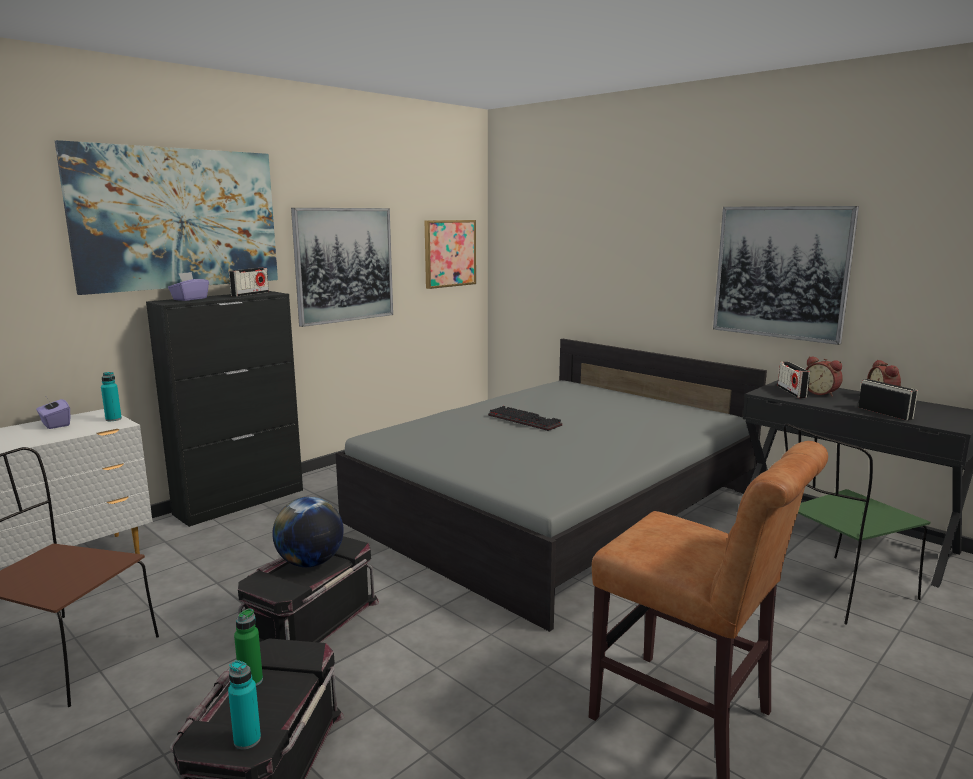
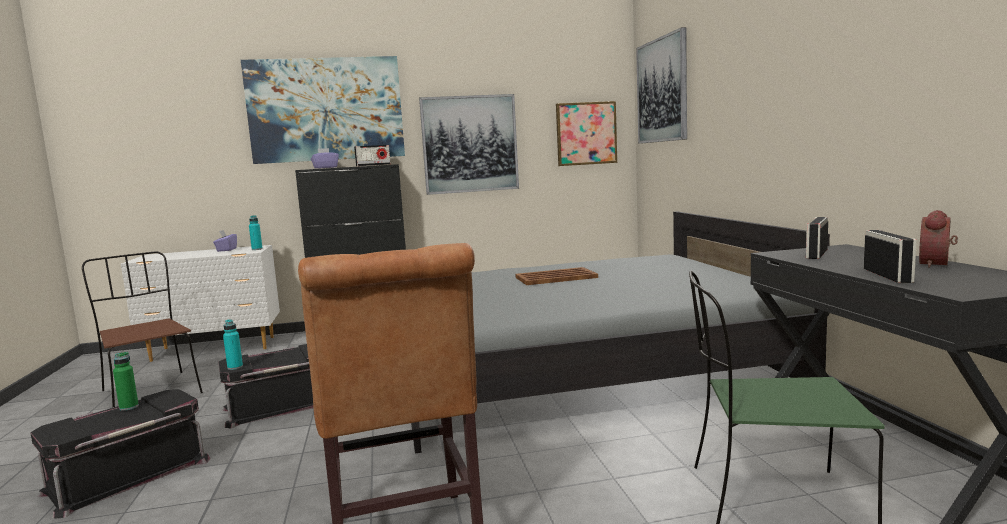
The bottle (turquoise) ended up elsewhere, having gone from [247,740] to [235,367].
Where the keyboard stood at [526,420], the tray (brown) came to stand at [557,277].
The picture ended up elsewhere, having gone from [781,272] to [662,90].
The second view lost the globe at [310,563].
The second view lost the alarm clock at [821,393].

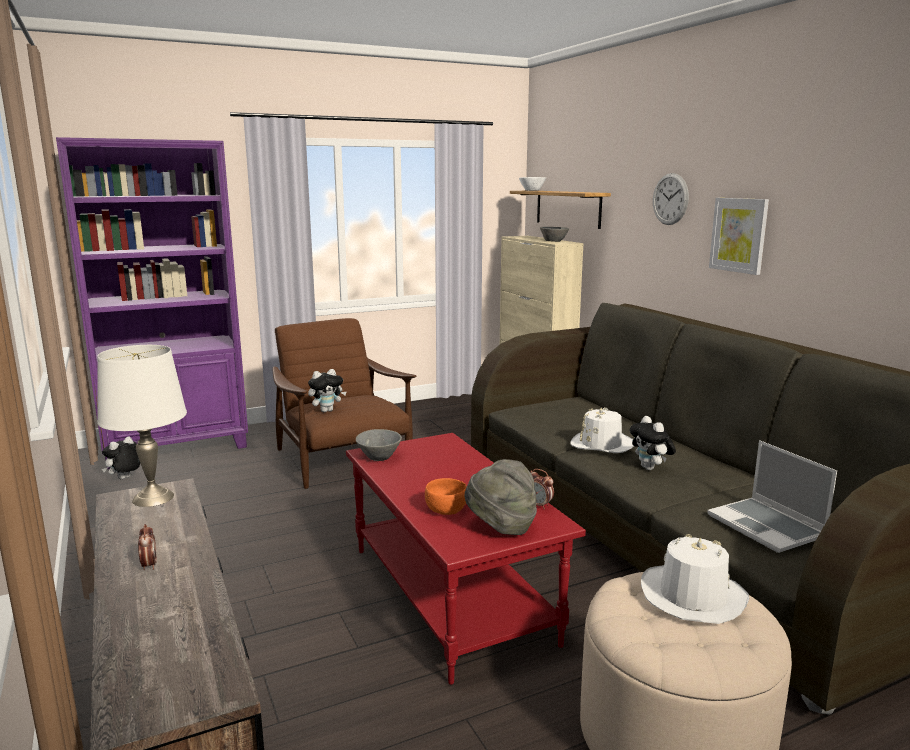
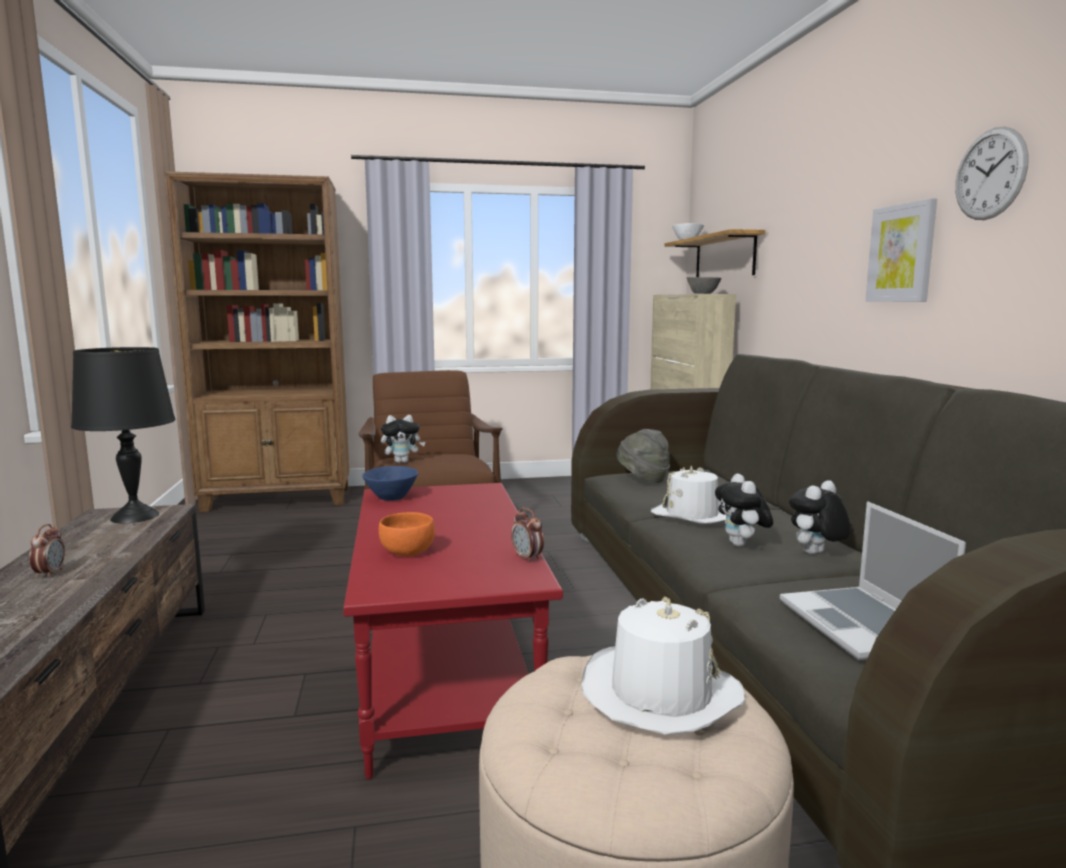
What was the table lamp (white) at [153,498] turned into the table lamp (black) at [135,517].
What was the bookcase (purple) at [178,447] turned into the bookcase (brown) at [279,499].
What was the bowl (grey) at [378,457] turned into the bowl (blue) at [389,498].
The hat (grey) ended up elsewhere, having gone from [501,527] to [643,479].
The plush toy ended up elsewhere, having gone from [125,479] to [816,554].
The wall clock ended up elsewhere, having gone from [670,199] to [990,174].

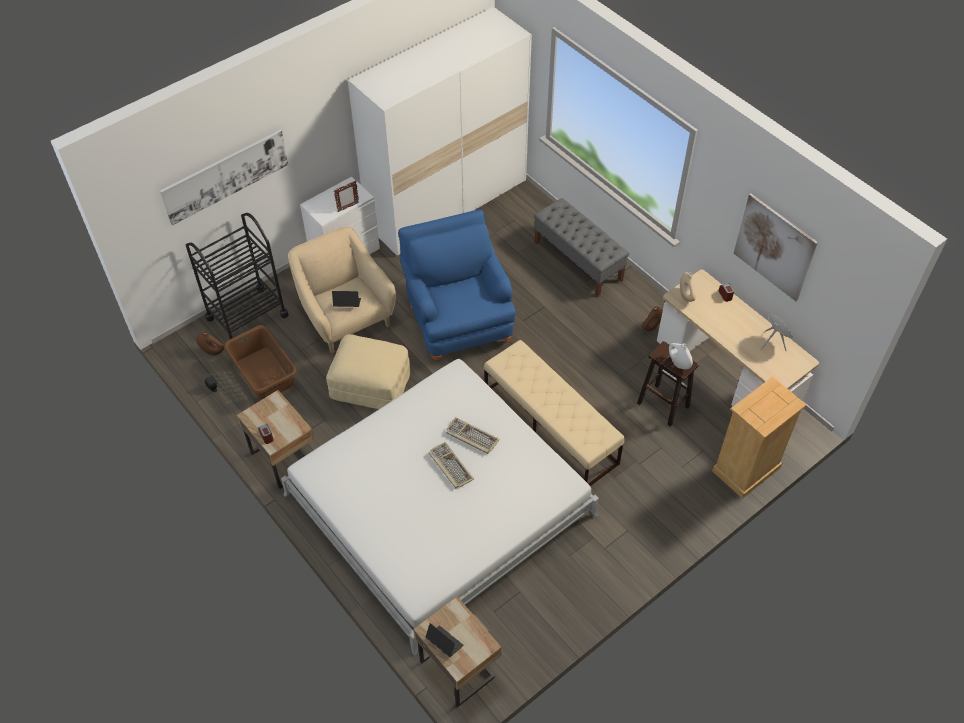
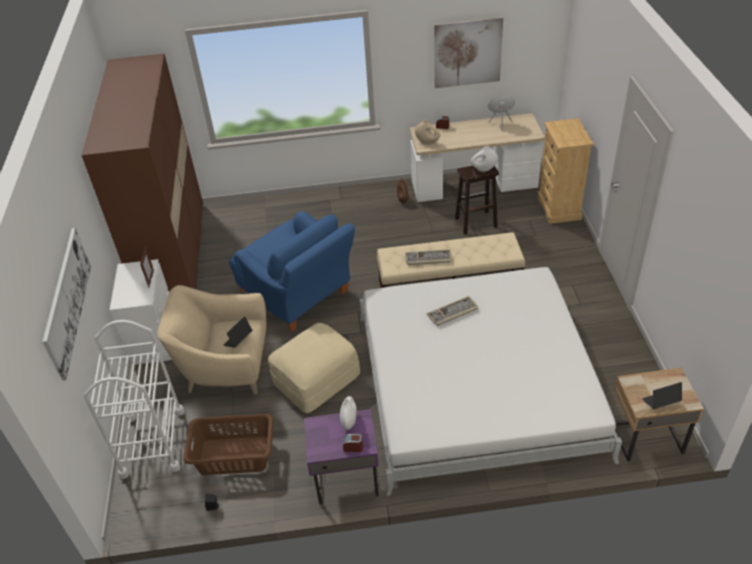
What was the wardrobe (white) at [447,203] turned into the wardrobe (brown) at [174,254].
What was the cart (black) at [247,316] turned into the cart (white) at [153,442].
The armchair (blue) at [458,319] ended up facing another way, 150 degrees counterclockwise from before.
What was the nightstand (beige) at [284,458] turned into the nightstand (purple) at [346,478].
The second view gained the vase (white) at [349,421].
The keyboard ended up elsewhere, having gone from [450,466] to [428,259].
The second view lost the vase (brown) at [212,351].
The second view lost the bench (grey) at [578,261].

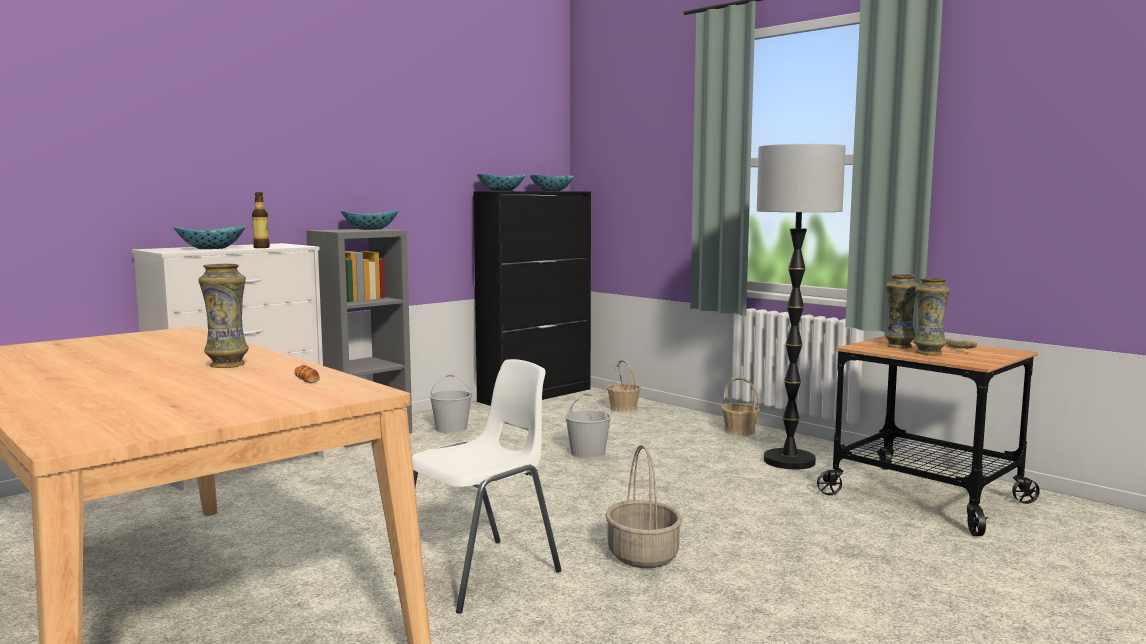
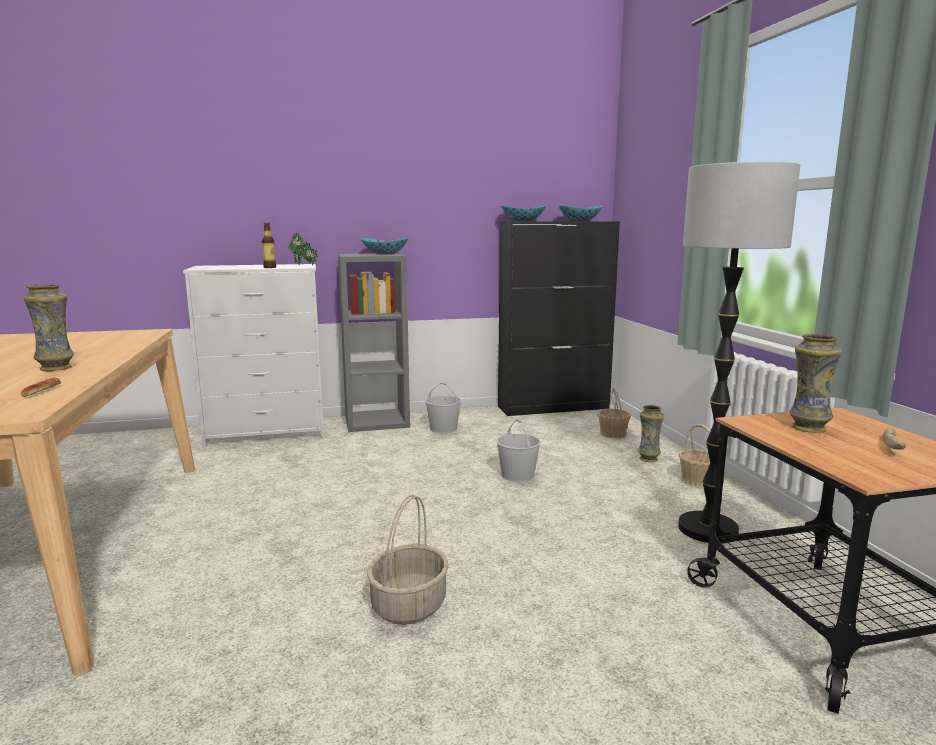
The second view gained the potted plant at [303,266].
The vase ended up elsewhere, having gone from [928,353] to [648,459].
The second view lost the bowl at [211,248].
The second view lost the chair (white) at [481,573].

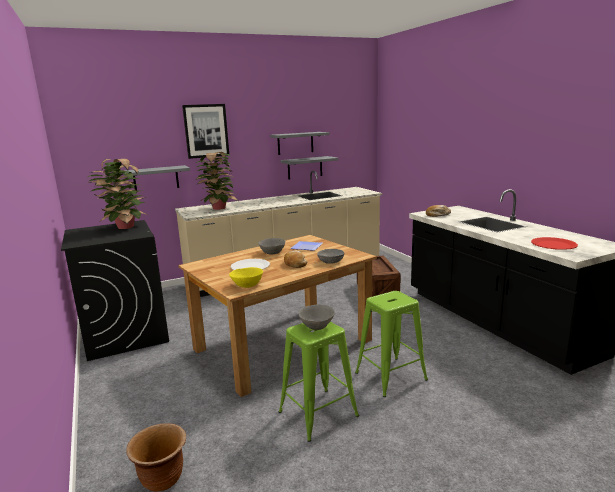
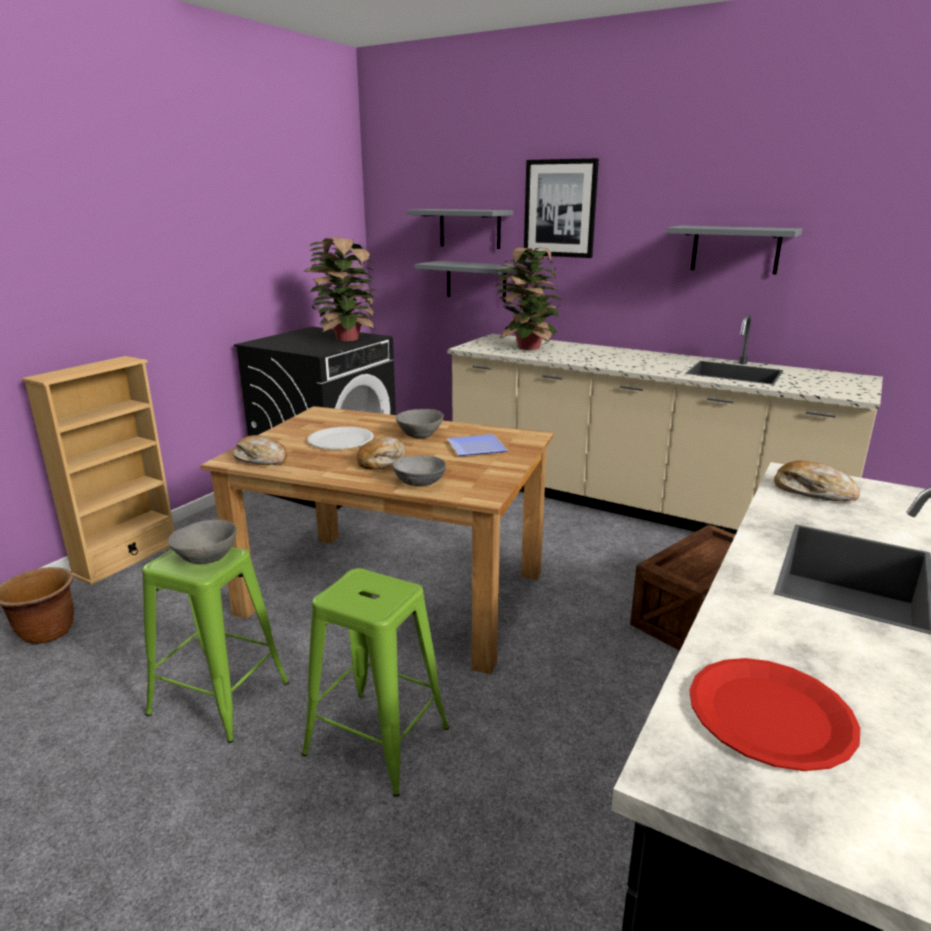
The second view gained the bookcase (beige) at [126,558].
Where the bowl (yellow) stood at [247,285], the bread came to stand at [261,459].
The shelf (grey) ended up elsewhere, having gone from [305,167] to [470,228].

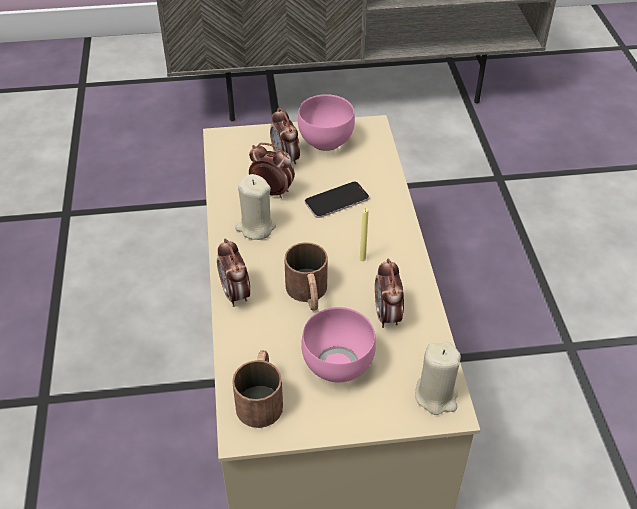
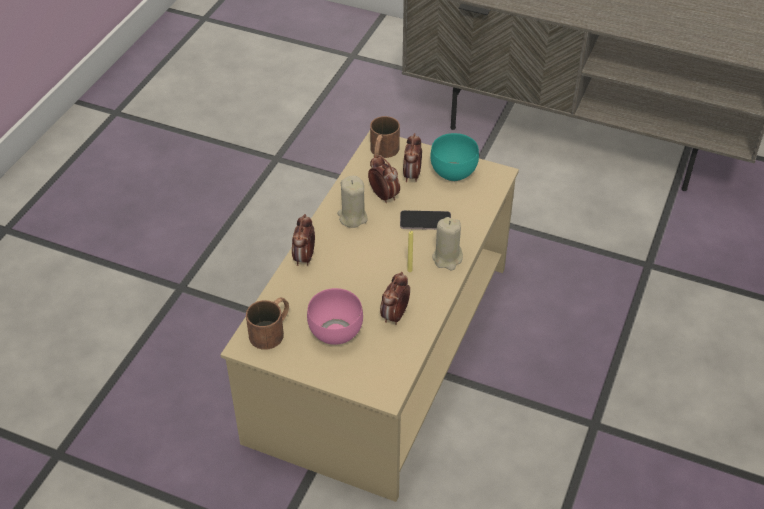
The mug (brown) ended up elsewhere, having gone from [308,294] to [382,153].
What was the bowl (pink) at [325,140] turned into the bowl (turquoise) at [454,171].
The candle (beige) ended up elsewhere, having gone from [436,396] to [447,258].

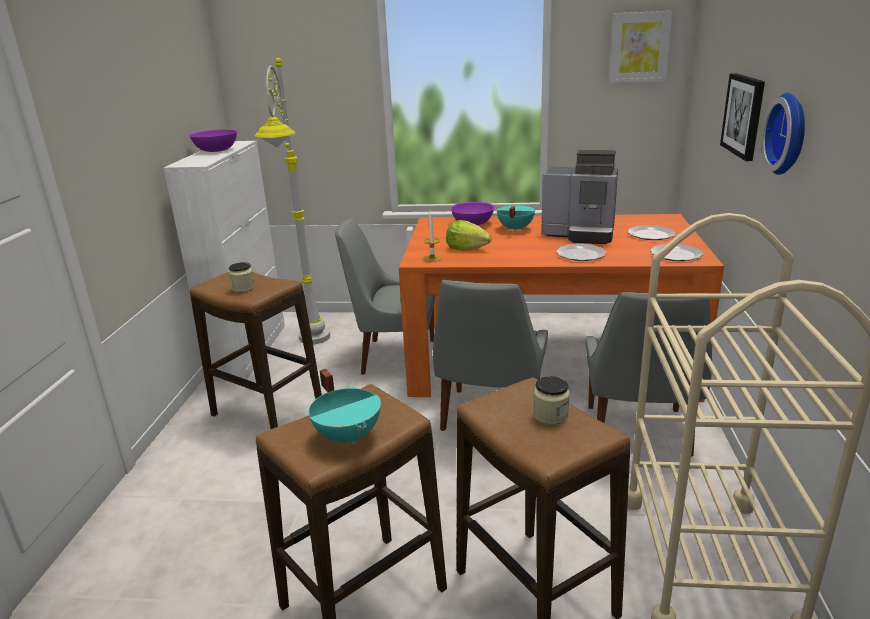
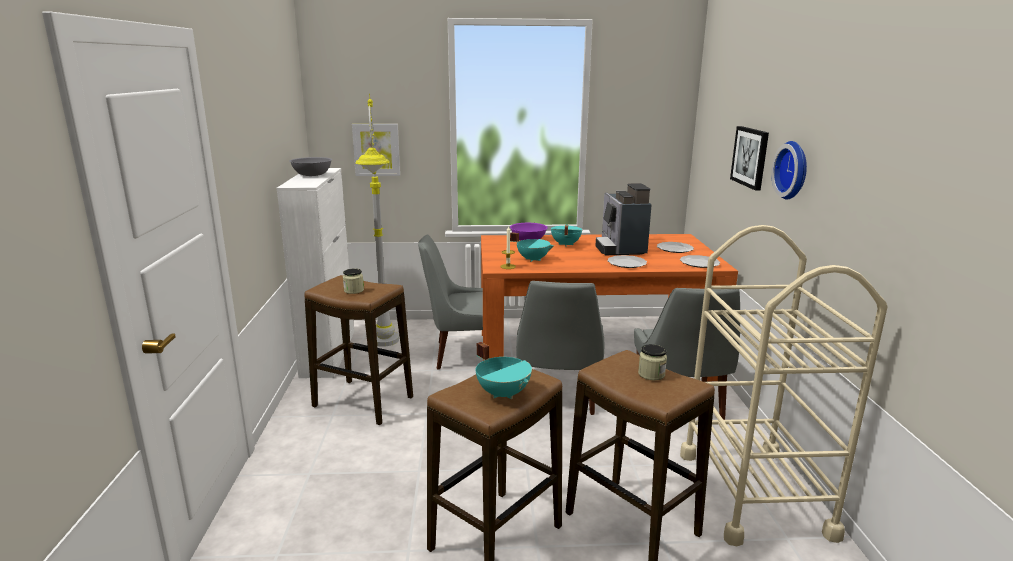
What was the bowl (purple) at [216,150] turned into the bowl (grey) at [312,175].
The picture ended up elsewhere, having gone from [639,47] to [376,149].
Where the lettuce stood at [466,249], the cooking pot (turquoise) came to stand at [533,259].
The coffee machine at [581,234] ended up facing another way, 75 degrees clockwise from before.

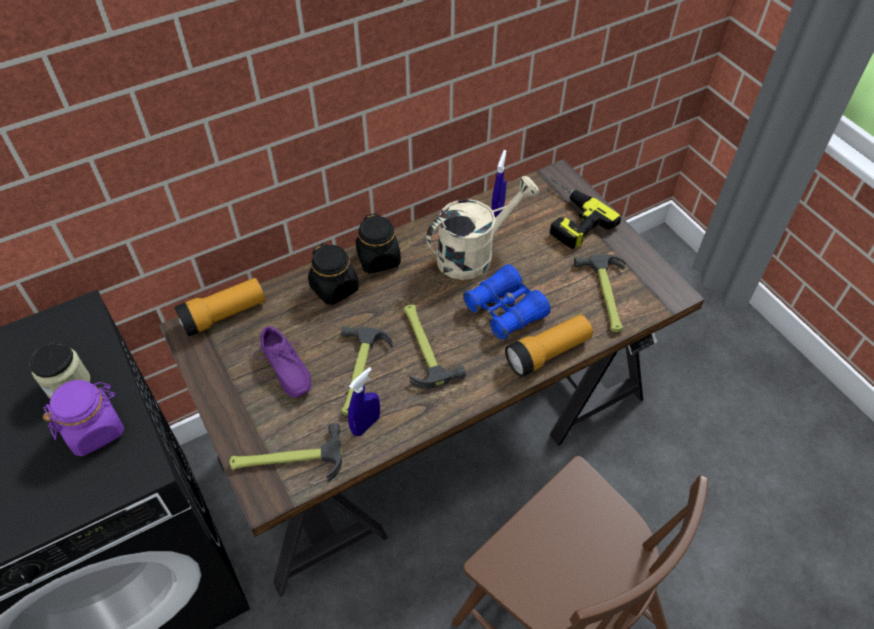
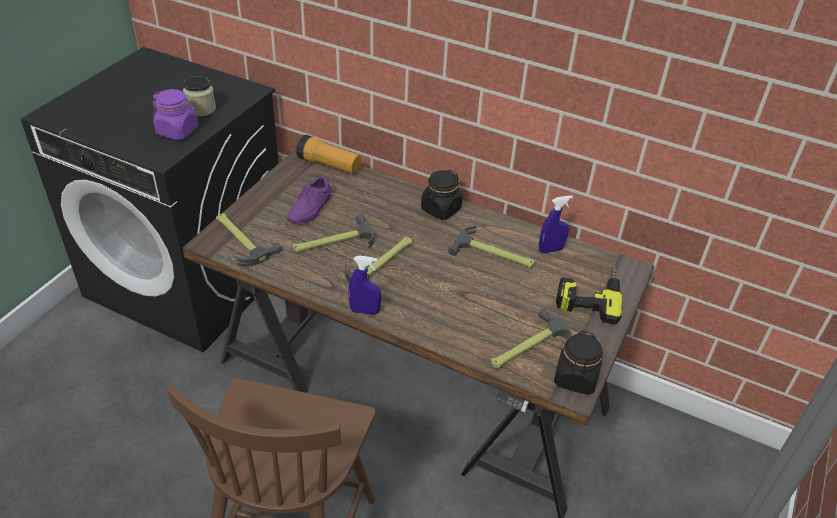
The spray bottle (blue) ended up elsewhere, having gone from [366,425] to [364,311].
Where the watering can (beige) stood at [474,254], the hammer came to stand at [494,254].
The jar (black) ended up elsewhere, having gone from [335,288] to [575,378].
The second view lost the binoculars (blue) at [505,310].
The second view lost the flashlight at [548,353].

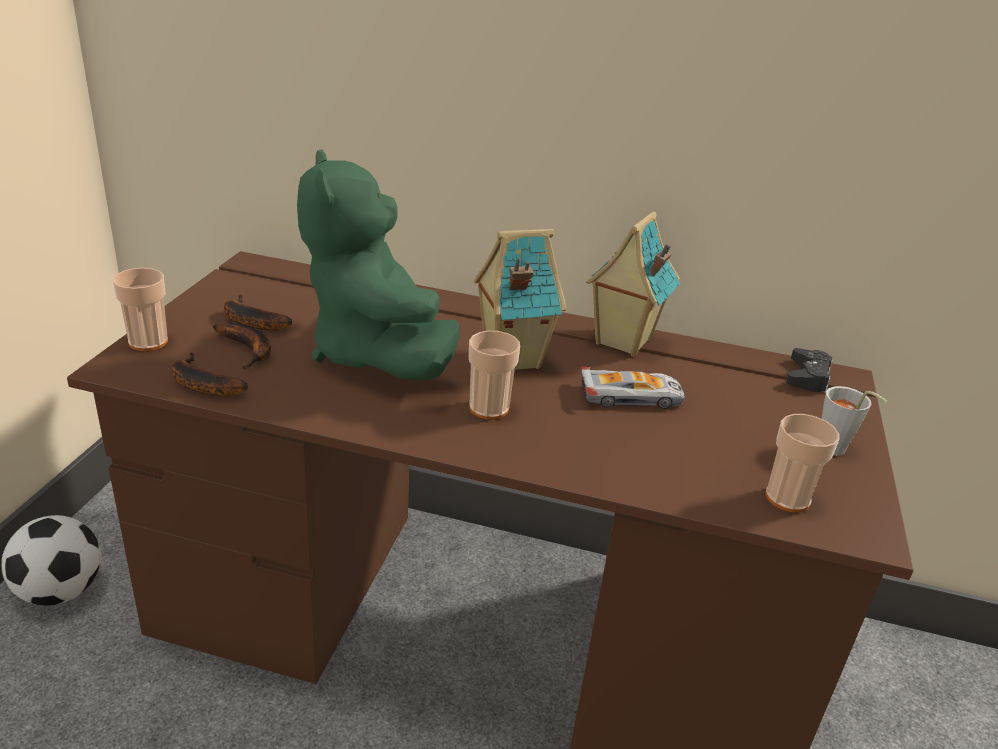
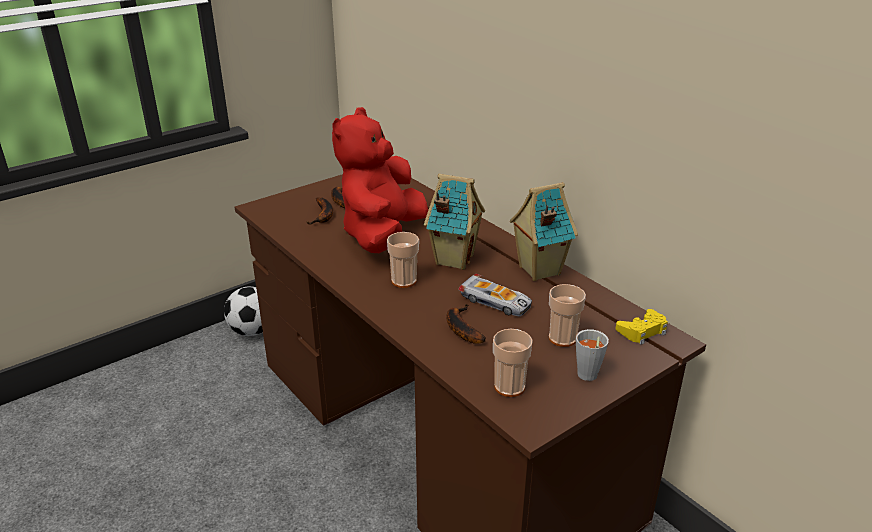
What was the plush toy (green) at [376,354] turned into the plush toy (red) at [382,235].
The banana ended up elsewhere, having gone from [200,384] to [461,328].
The cup ended up elsewhere, having gone from [148,342] to [562,338].
What was the game controller (black) at [807,377] turned into the game controller (yellow) at [642,331].

